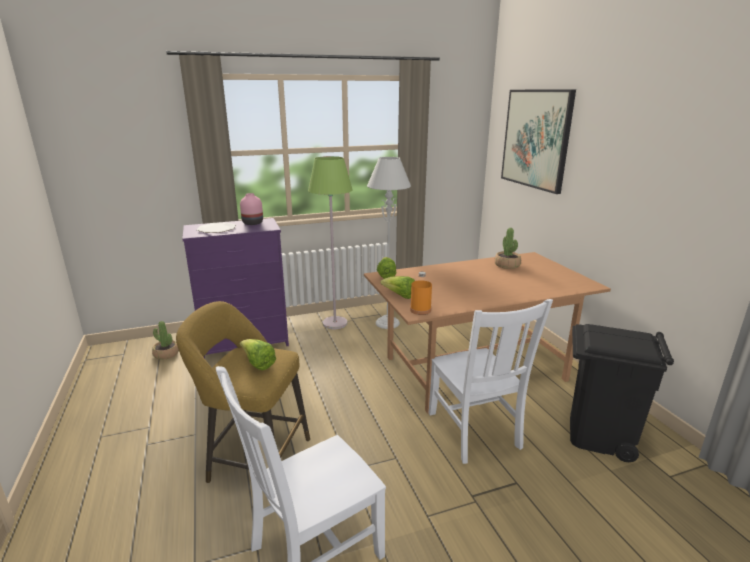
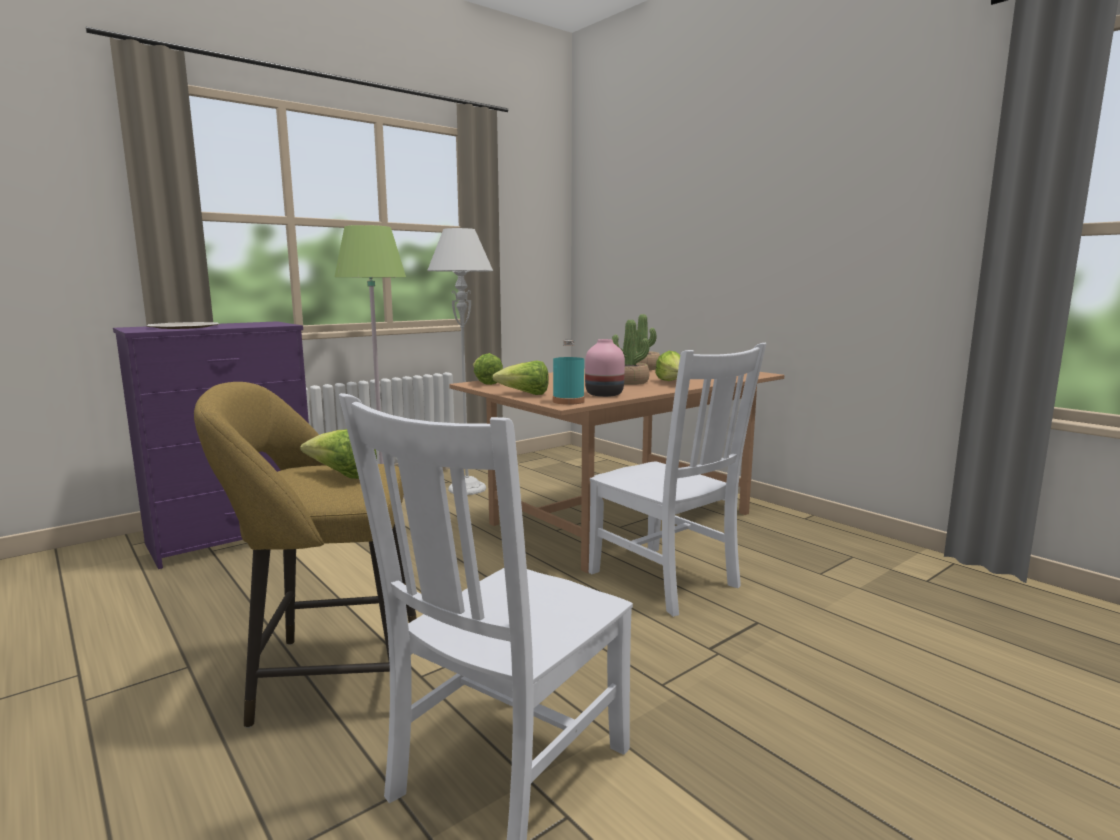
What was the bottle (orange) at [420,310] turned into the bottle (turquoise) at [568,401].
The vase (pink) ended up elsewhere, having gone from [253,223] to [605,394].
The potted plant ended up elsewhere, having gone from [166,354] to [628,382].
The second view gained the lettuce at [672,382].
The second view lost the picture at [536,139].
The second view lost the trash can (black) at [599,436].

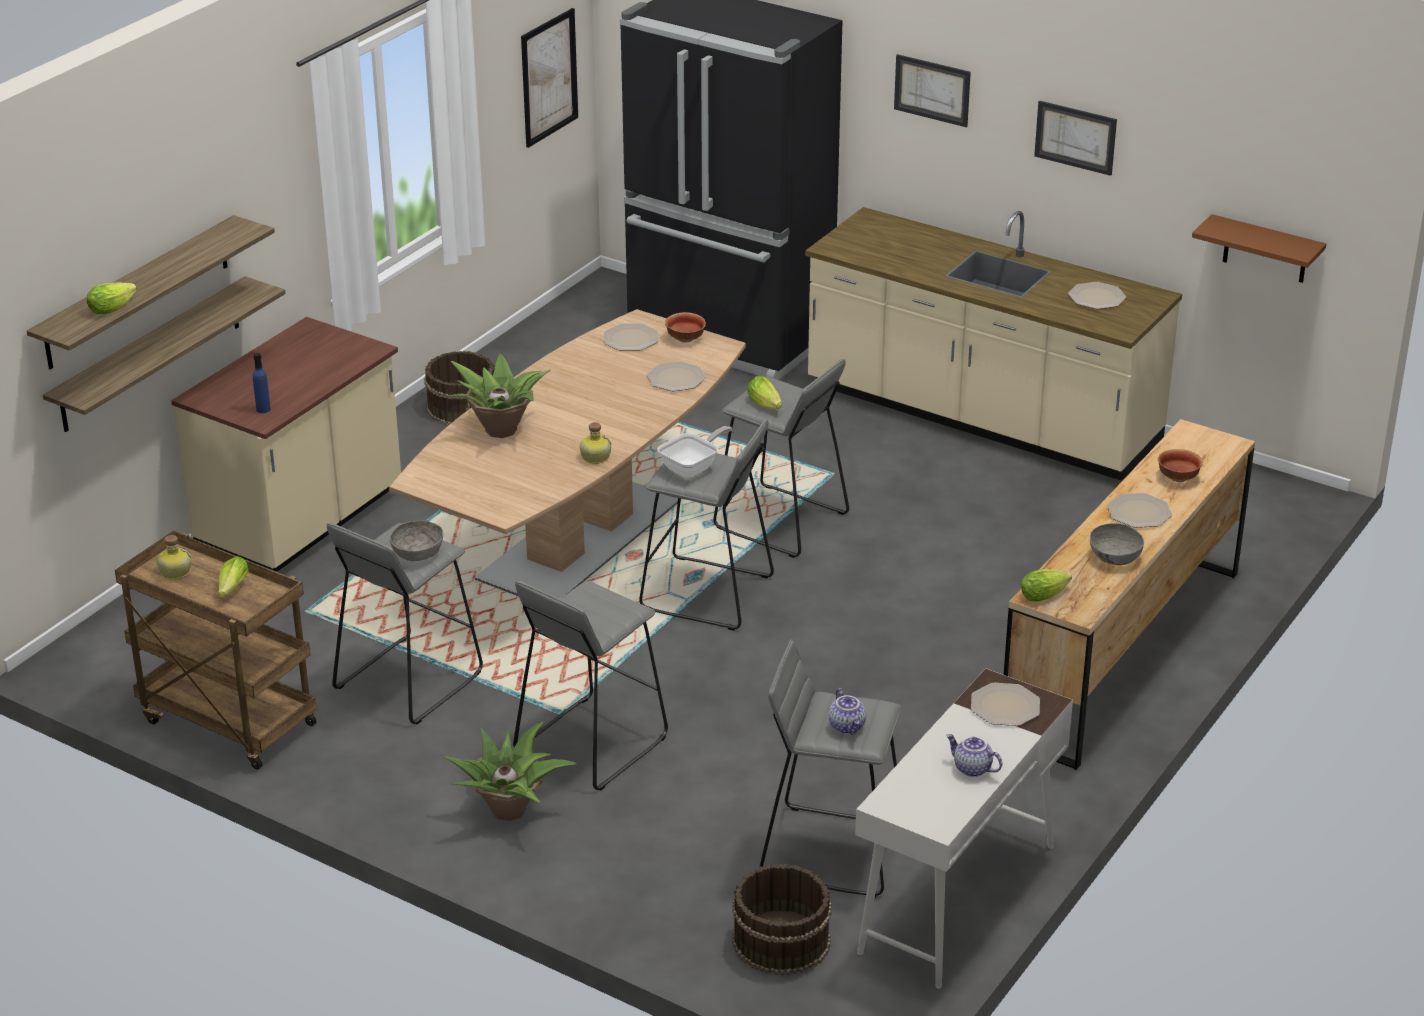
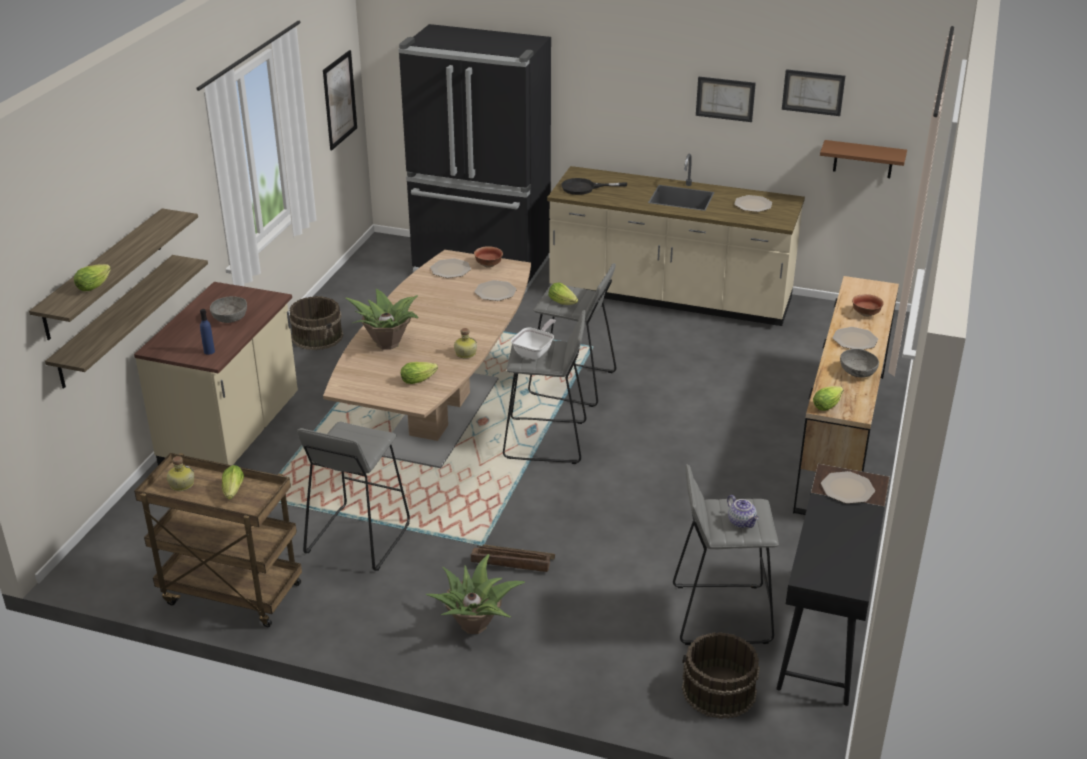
The bowl (grey) ended up elsewhere, having gone from [417,553] to [230,318].
The second view gained the lettuce at [420,379].
Where the stool (grey) stood at [590,743], the crate came to stand at [512,563].
The second view gained the frying pan (black) at [584,188].
What was the desk (white) at [957,899] turned into the desk (black) at [824,634].
The picture ended up elsewhere, having gone from [932,90] to [813,92].
The second view lost the teapot at [971,769].

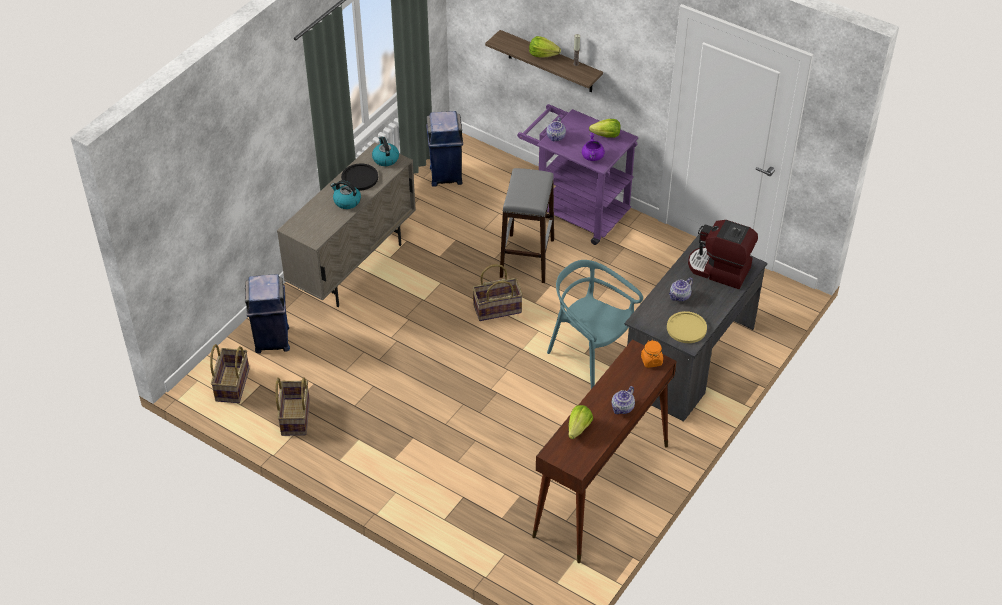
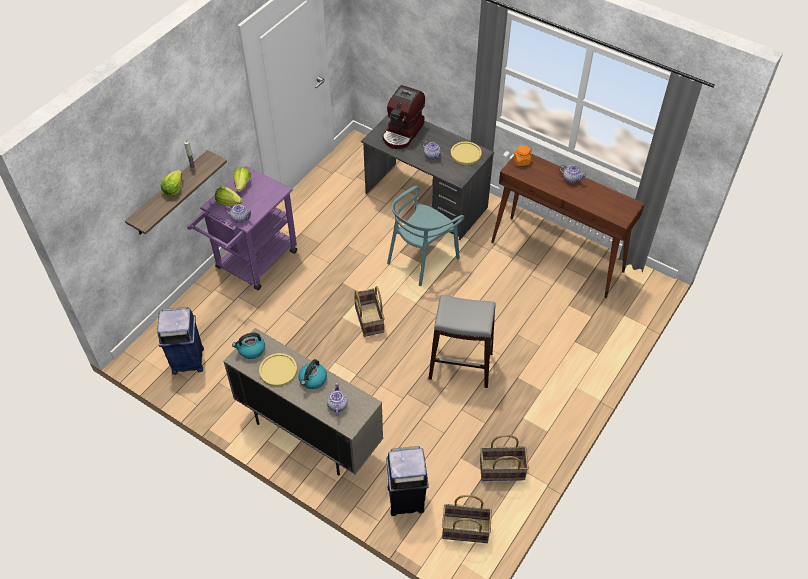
The lettuce ended up elsewhere, having gone from [578,428] to [229,202].
What was the plate (black) at [359,178] turned into the plate (yellow) at [278,370].
The second view gained the teapot at [337,405].
The stool (grey) ended up elsewhere, having gone from [527,258] to [460,366].
The second view lost the cooking pot (purple) at [592,157].

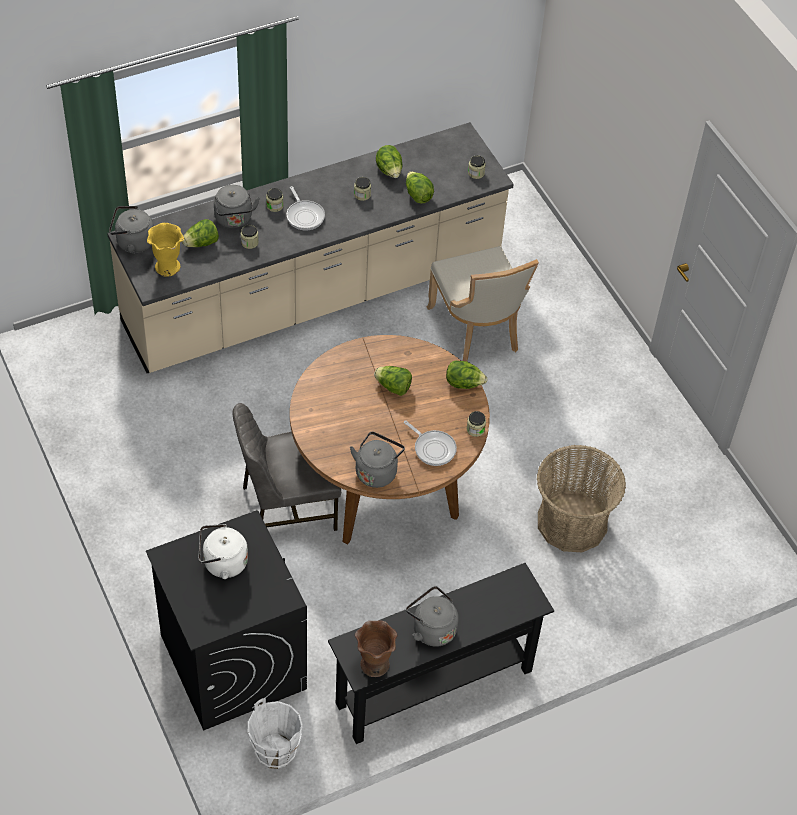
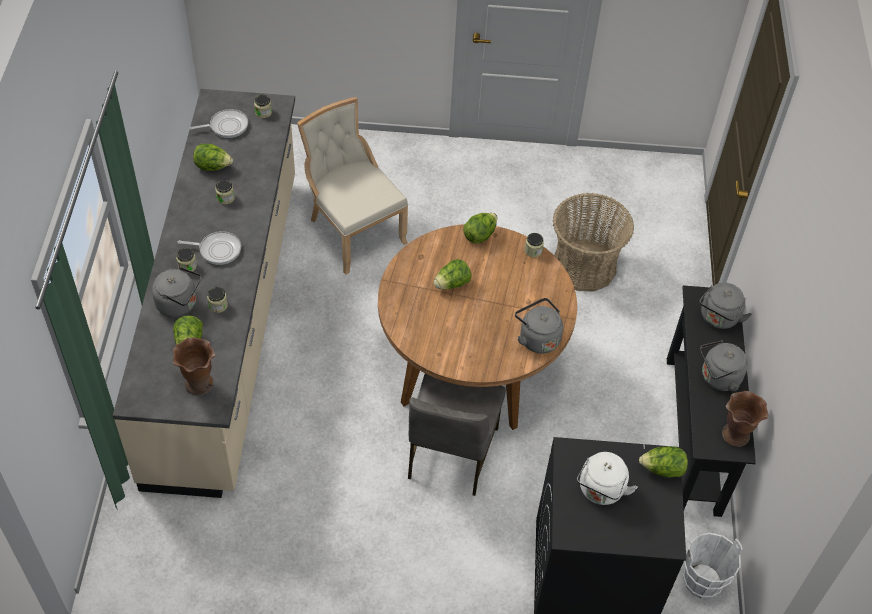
What was the vase (yellow) at [168,267] turned into the vase (brown) at [199,383].
The frying pan ended up elsewhere, having gone from [433,448] to [226,126].
The chair (beige) at [477,331] ended up facing another way, 135 degrees counterclockwise from before.
The lettuce ended up elsewhere, having gone from [418,195] to [662,470].
The kettle (grey) ended up elsewhere, having gone from [132,242] to [718,318].

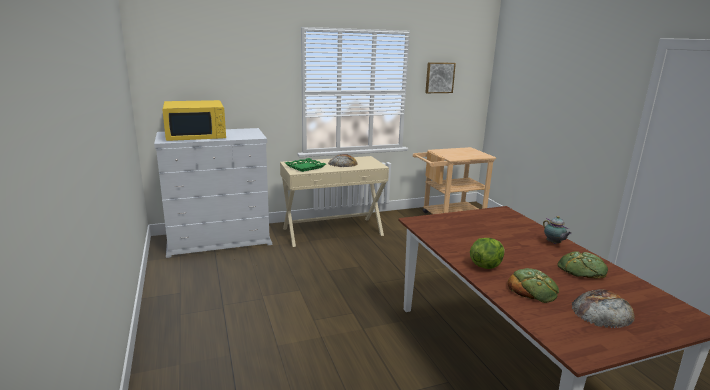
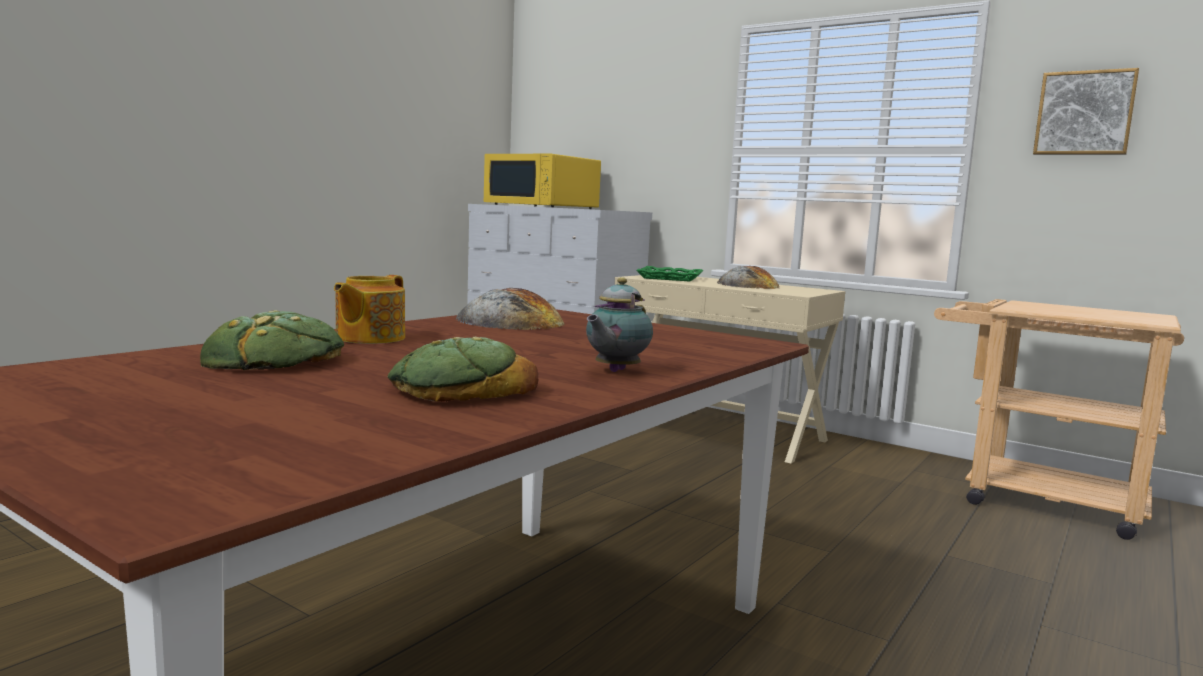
Where the lettuce stood at [485,265], the teapot came to stand at [368,338].
The bread ended up elsewhere, having gone from [602,311] to [509,321].

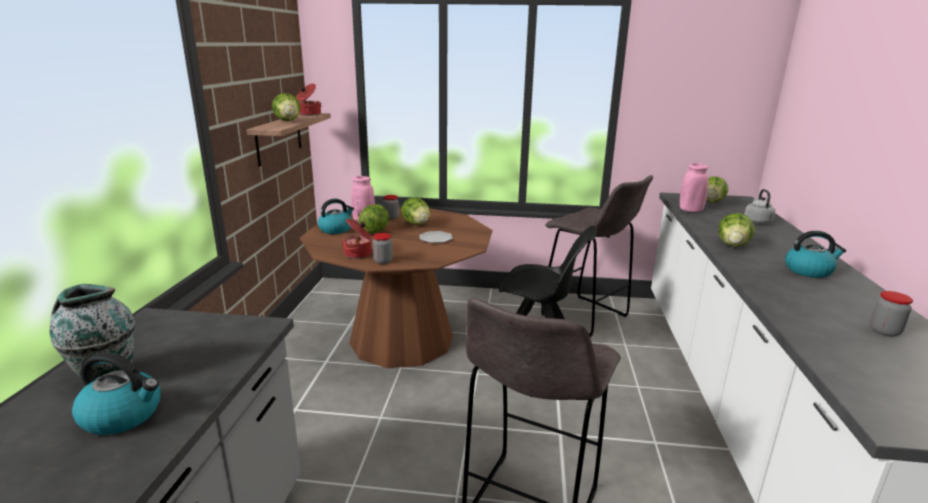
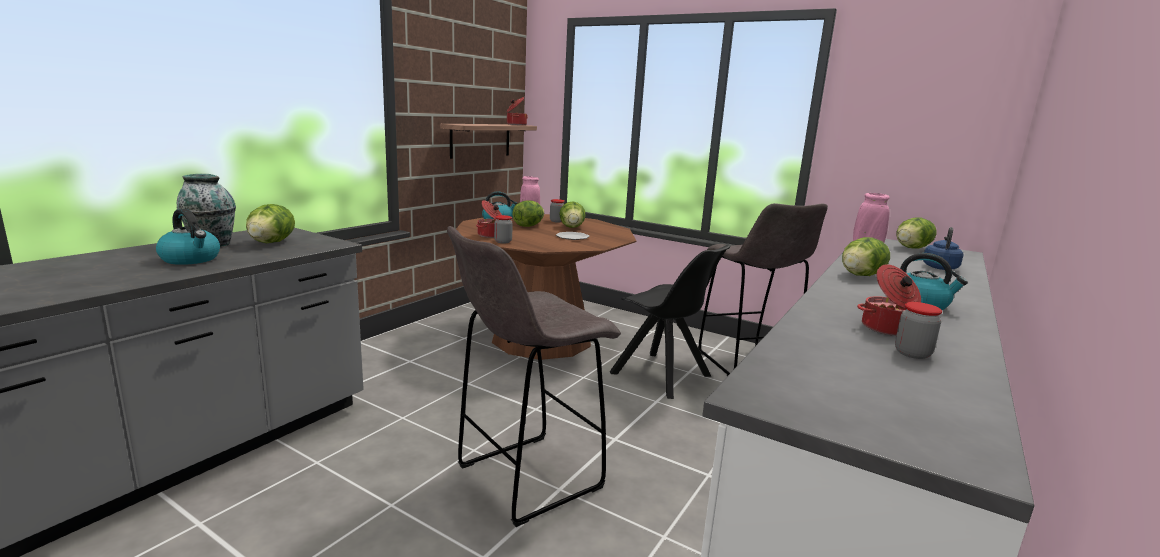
The lettuce ended up elsewhere, having gone from [288,121] to [271,243].
The second view gained the cooking pot at [887,329].
What was the kettle (grey) at [757,221] turned into the kettle (blue) at [940,267].

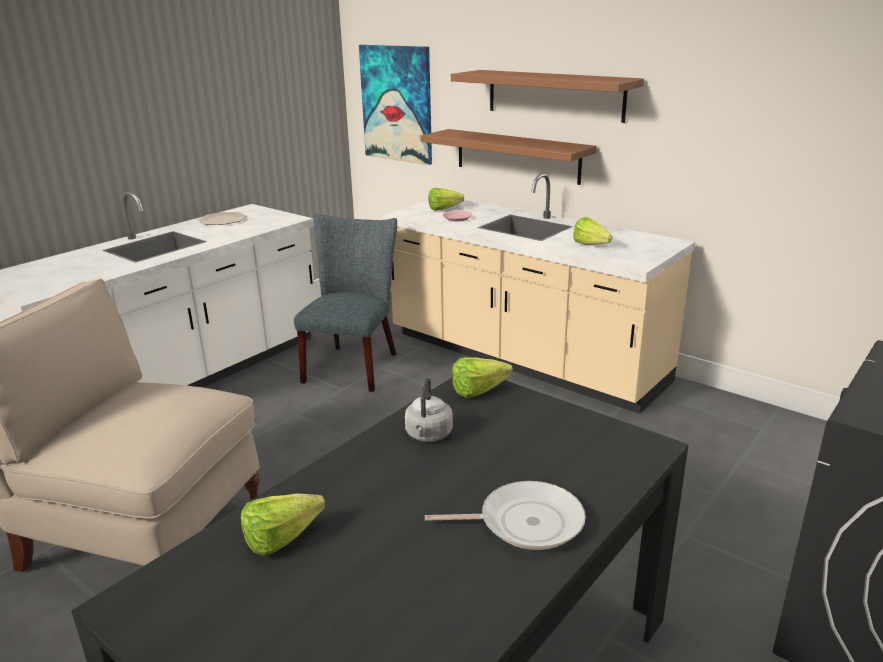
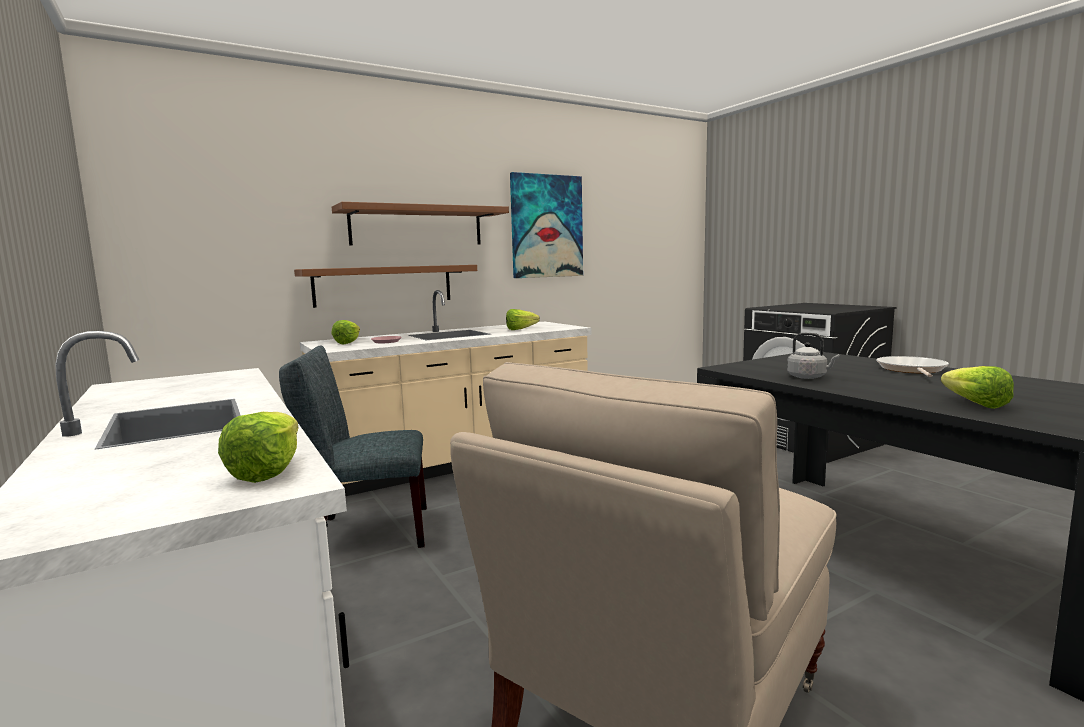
The lettuce ended up elsewhere, having gone from [483,391] to [275,468].
The chair (grey) at [354,365] ended up facing another way, 45 degrees counterclockwise from before.
The picture ended up elsewhere, having gone from [397,104] to [546,226].
The second view lost the plate at [222,220].

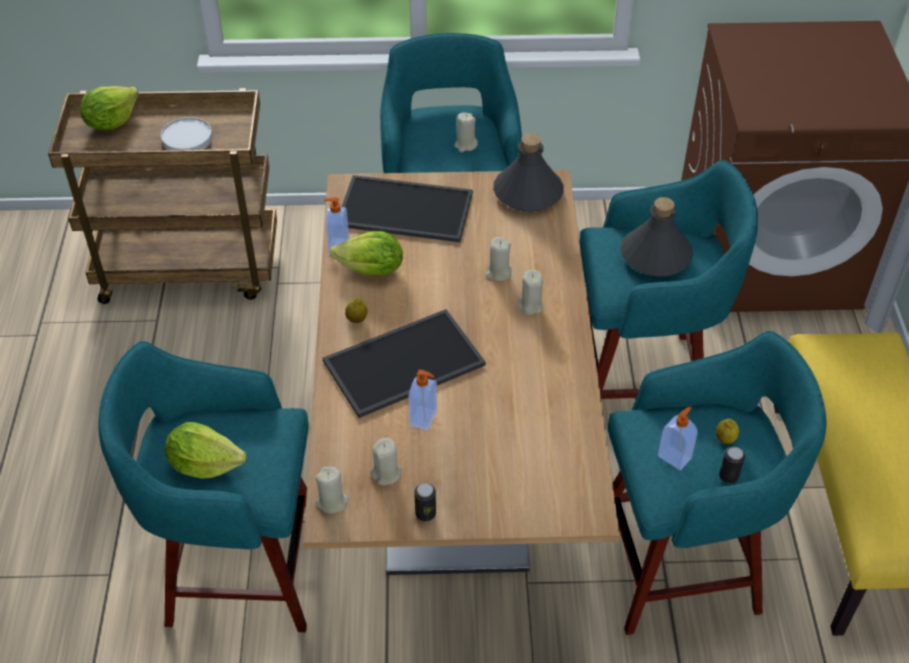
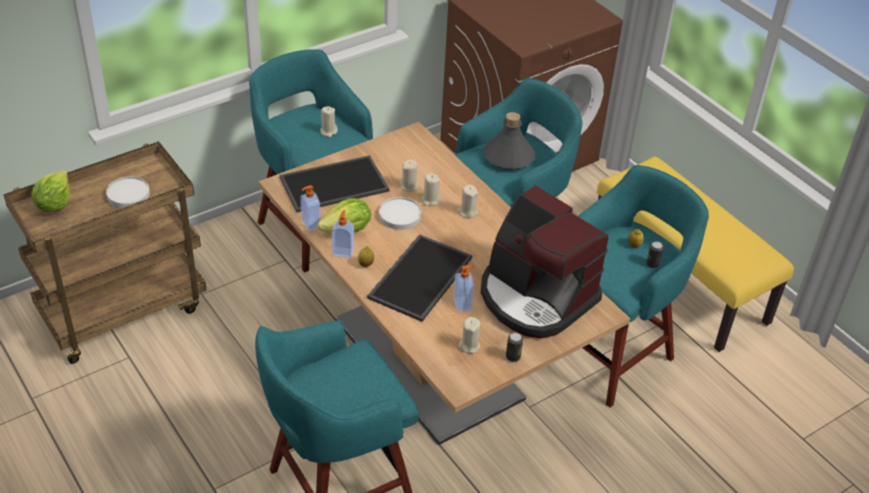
The soap dispenser ended up elsewhere, having gone from [675,457] to [343,251].
The second view gained the plate (white) at [400,215].
The candle (beige) ended up elsewhere, having gone from [332,501] to [409,186].
The second view gained the coffee machine at [535,297].
The second view lost the lettuce at [205,464].
The second view lost the bottle (grey) at [527,193].

